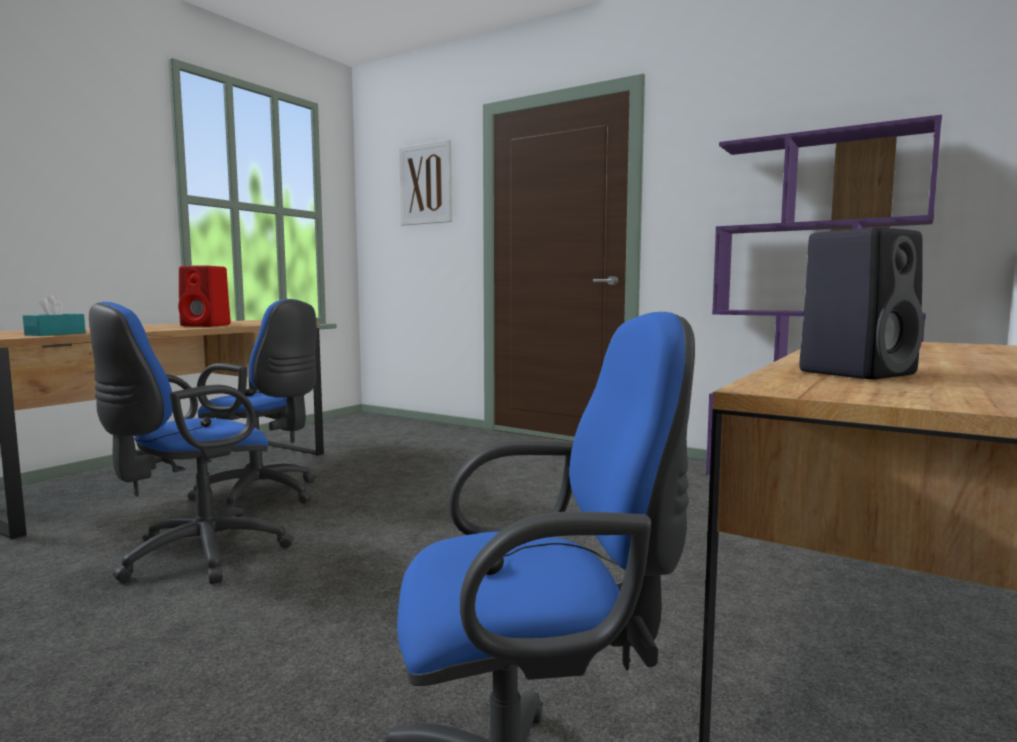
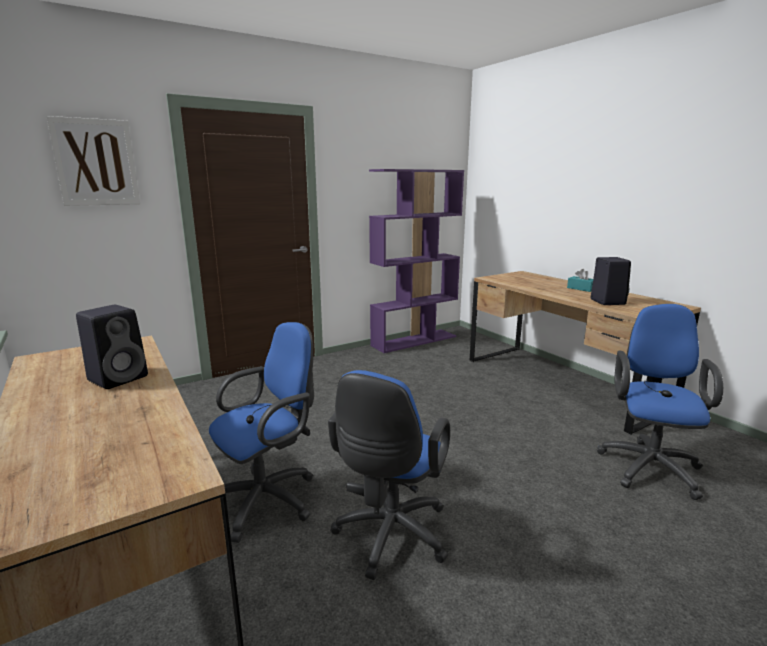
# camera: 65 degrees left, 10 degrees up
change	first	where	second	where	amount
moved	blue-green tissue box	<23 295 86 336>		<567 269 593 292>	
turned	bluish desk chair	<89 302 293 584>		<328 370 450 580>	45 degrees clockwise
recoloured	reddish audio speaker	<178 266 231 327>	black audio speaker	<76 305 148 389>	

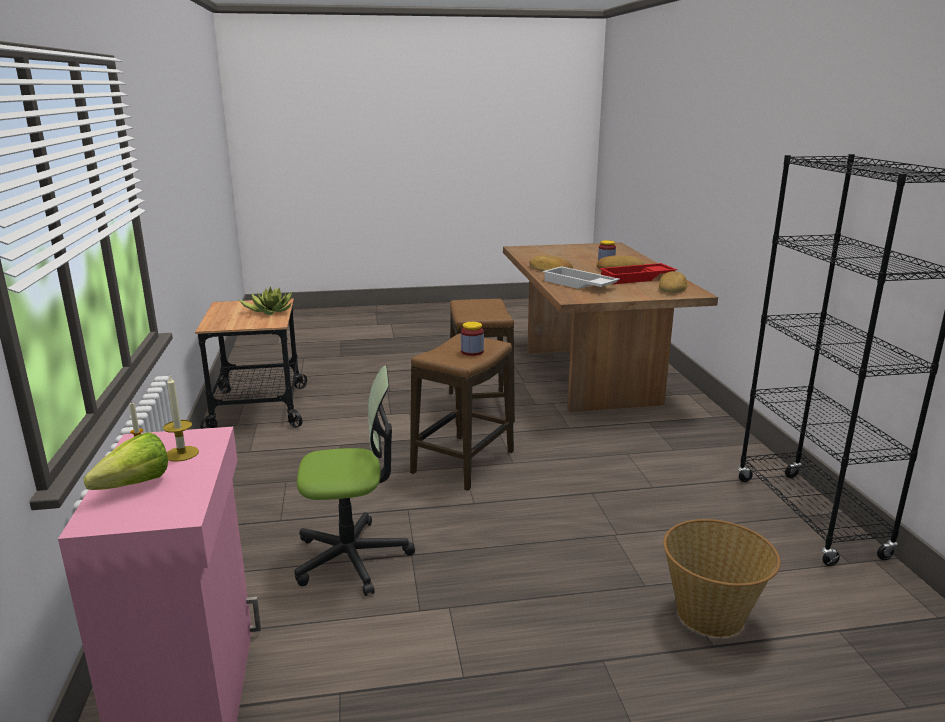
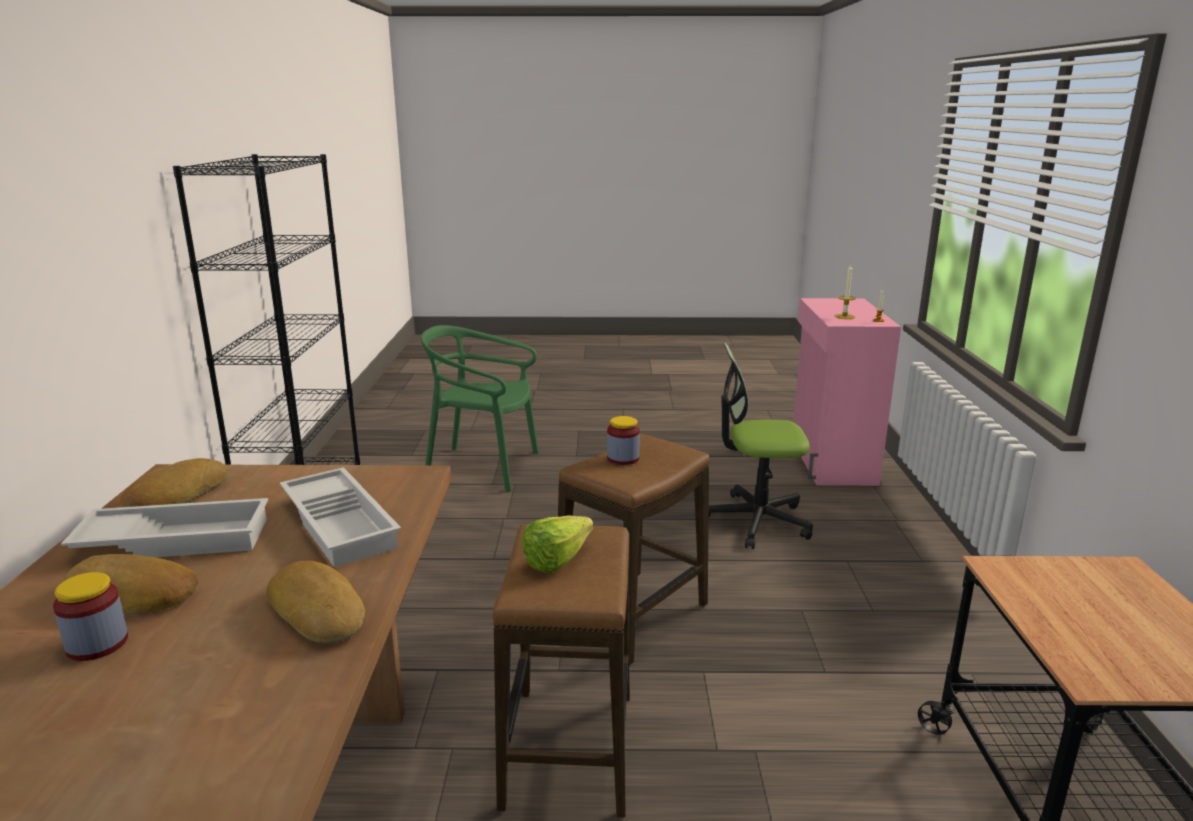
# camera: 170 degrees left, 0 degrees up
change	first	where	second	where	amount
moved	lettuce head	<84 432 168 490>		<522 515 593 573>	
removed	potted plant	<238 286 293 315>			
recoloured	reddish carrying tray	<600 263 677 284>	white-coloured carrying tray	<61 498 268 557>	
replaced	household basket	<663 519 781 637>	green upright chair	<421 325 539 492>	

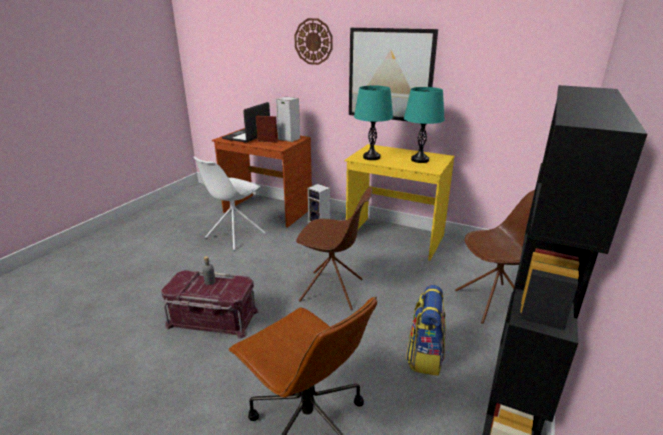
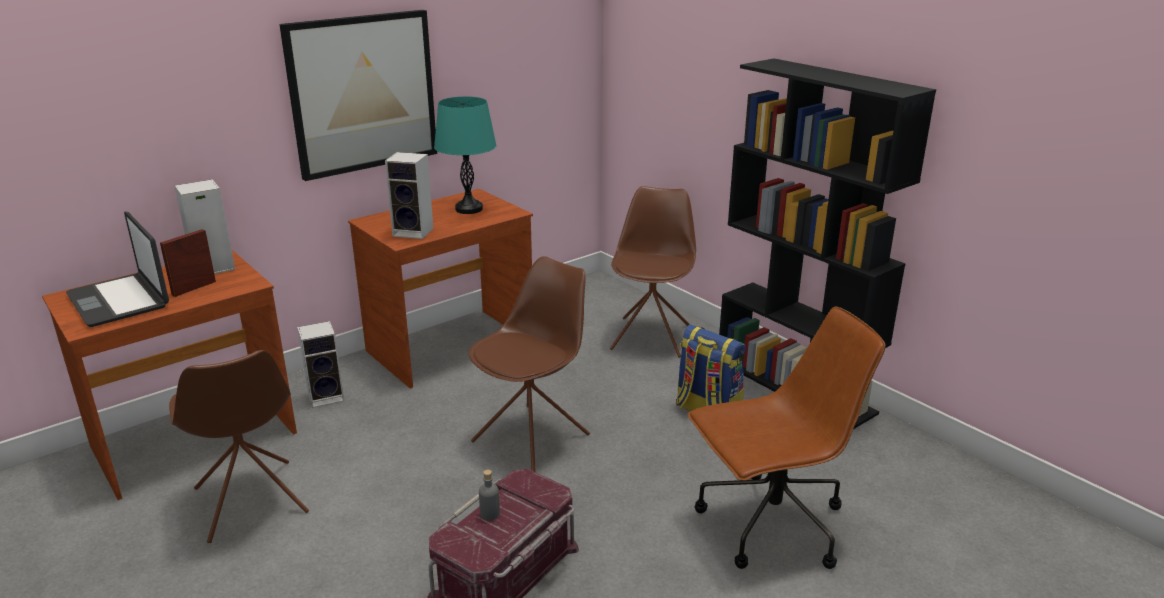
# camera: 65 degrees left, 0 degrees up
change	first	where	second	where	amount
recoloured	white-coloured upright chair	<193 156 266 250>	brownish upright chair	<169 350 309 543>	
removed	wall clock	<294 18 333 65>			
recoloured	yellowish desk unit	<345 144 454 261>	brownish desk unit	<348 189 533 389>	
replaced	blue-green tabletop lamp	<354 85 393 160>	audio speaker	<385 152 434 239>	

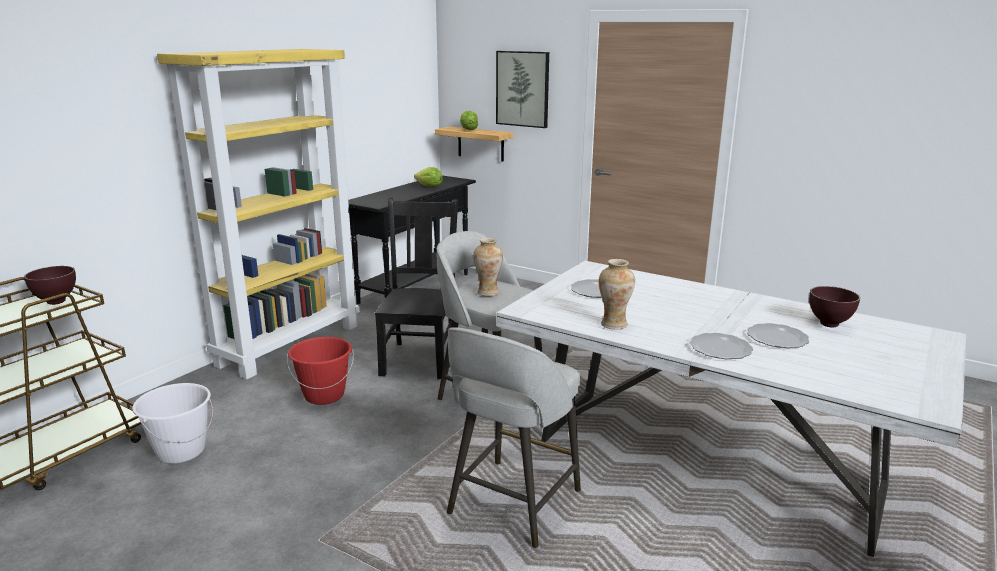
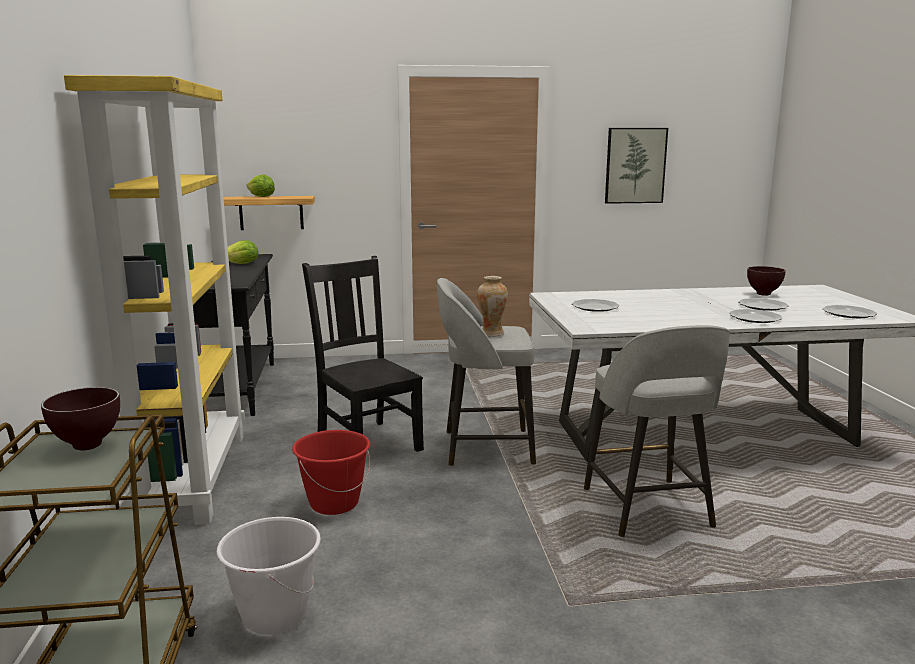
# camera: 40 degrees left, 5 degrees down
change	first	where	second	where	amount
moved	picture	<496 51 549 128>		<605 128 668 204>	
removed	flower vase	<599 259 635 330>			
added			flat dish	<822 305 877 318>	

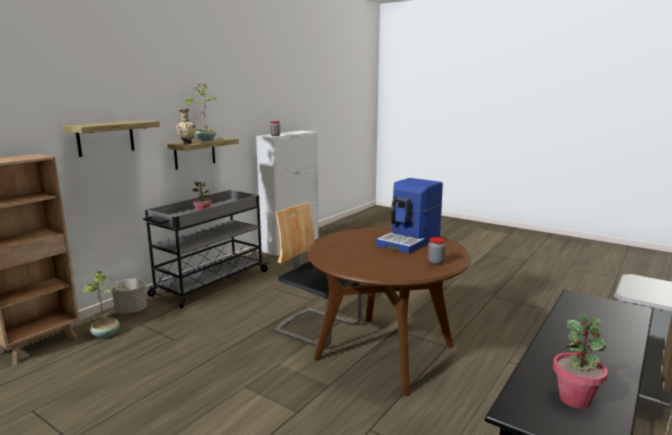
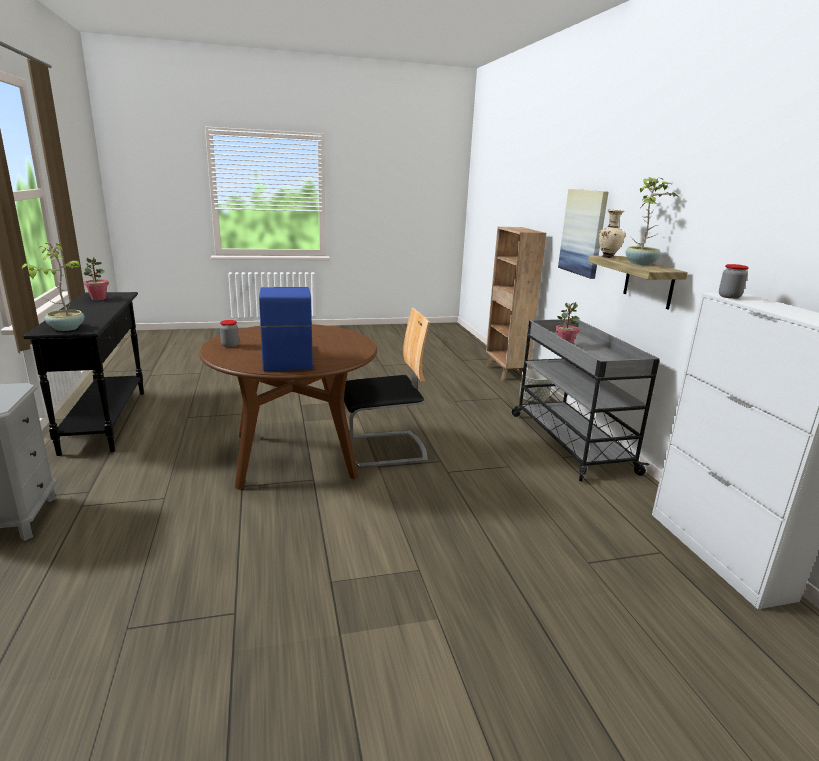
# camera: 130 degrees right, 5 degrees up
change	first	where	second	where	amount
replaced	wall shelf	<63 120 160 157>	picture	<558 189 608 279>	
moved	potted plant	<82 270 123 339>		<21 243 84 331>	

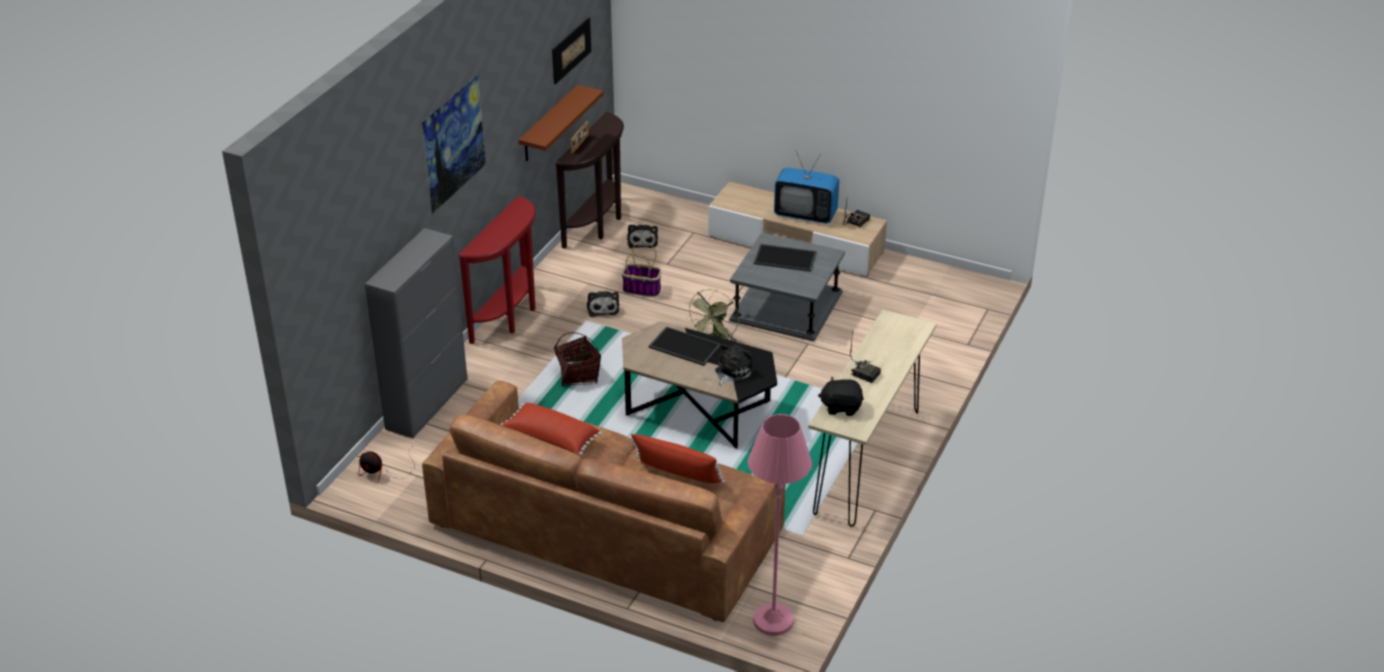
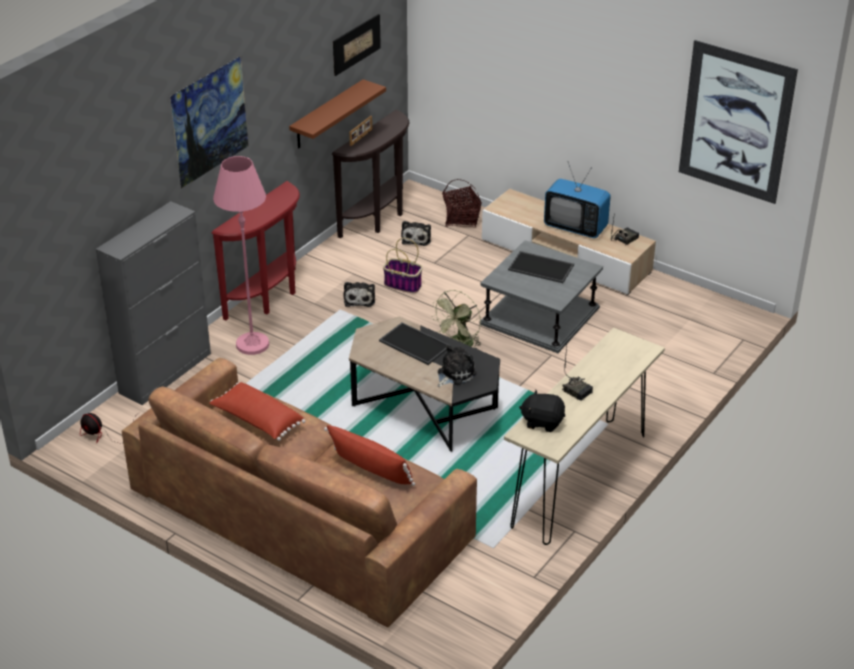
# camera: 10 degrees right, 0 degrees up
change	first	where	second	where	amount
moved	household basket	<554 333 601 386>		<442 179 482 227>	
moved	pinkish standing lamp	<748 414 812 636>		<213 156 269 355>	
added			picture	<679 40 798 204>	

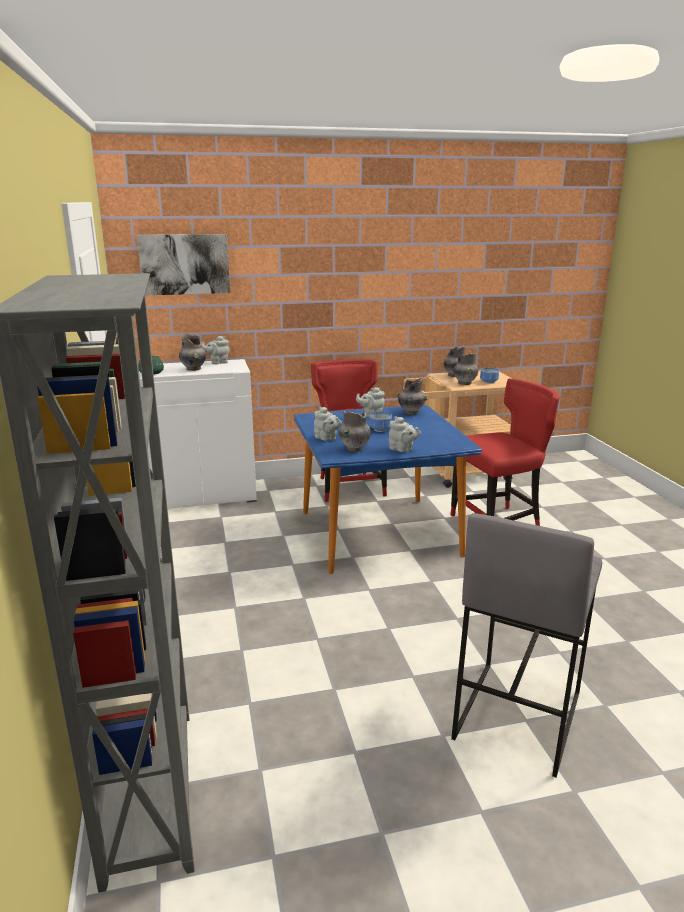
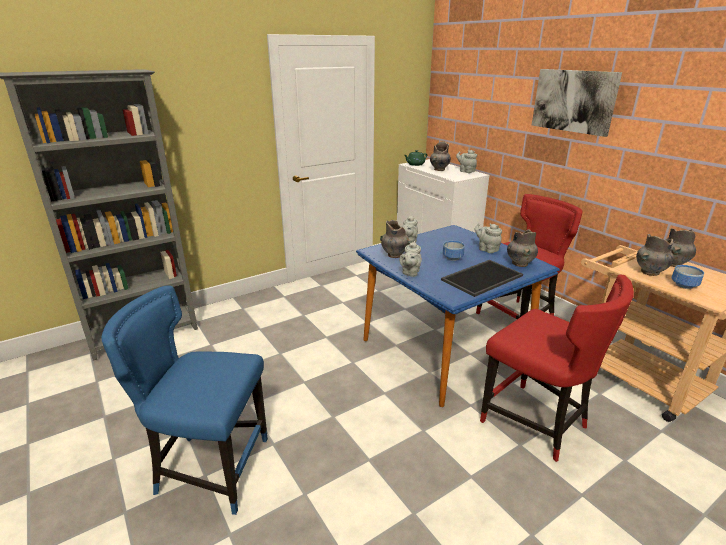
# camera: 70 degrees right, 5 degrees up
change	first	where	second	where	amount
moved	picture	<137 234 230 295>		<532 69 622 137>	
replaced	greyish stool seat	<451 513 602 778>	bluish upright chair	<101 286 268 515>	
added			carrying tray	<441 260 523 297>	

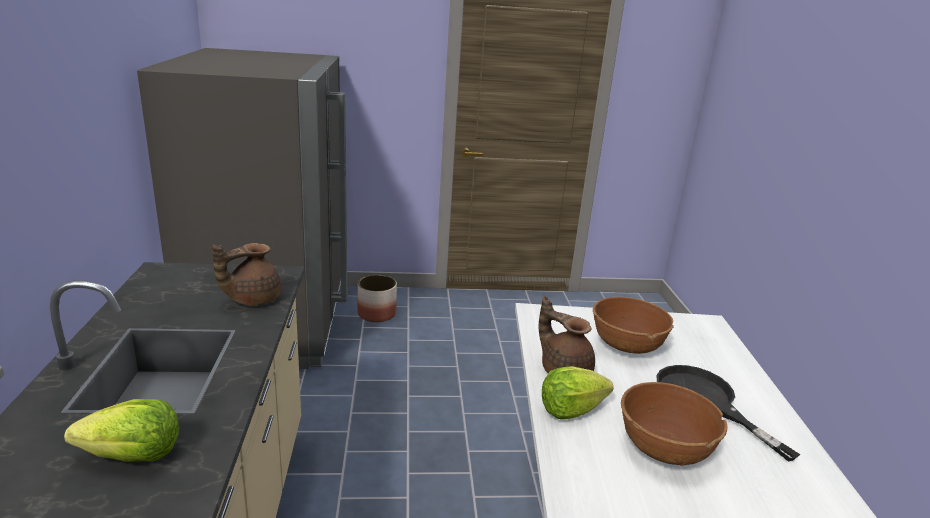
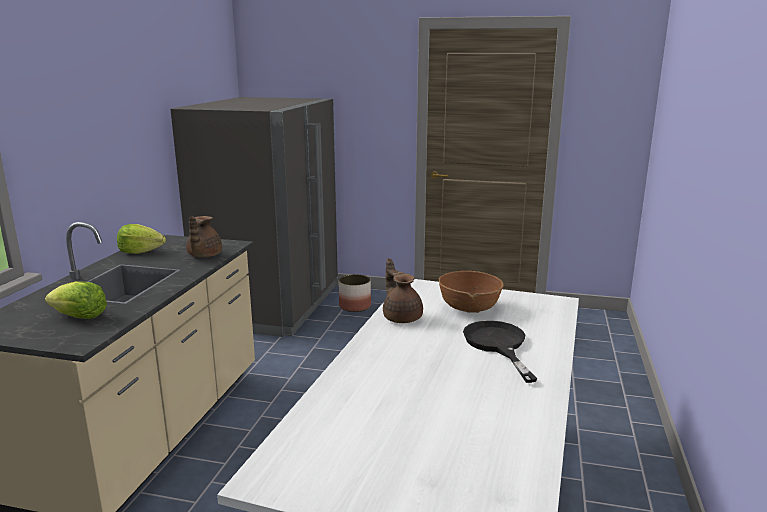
# camera: 20 degrees right, 5 degrees down
change	first	where	second	where	amount
turned	brownish teapot	<212 243 281 306>		<186 216 222 257>	60 degrees counterclockwise
moved	lettuce head	<542 366 614 420>		<117 224 166 254>	
removed	brownish bowl	<621 382 728 466>			

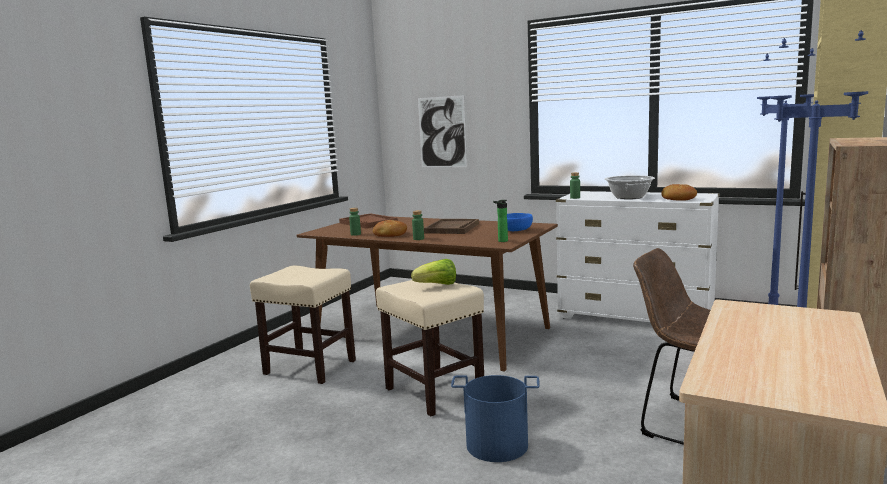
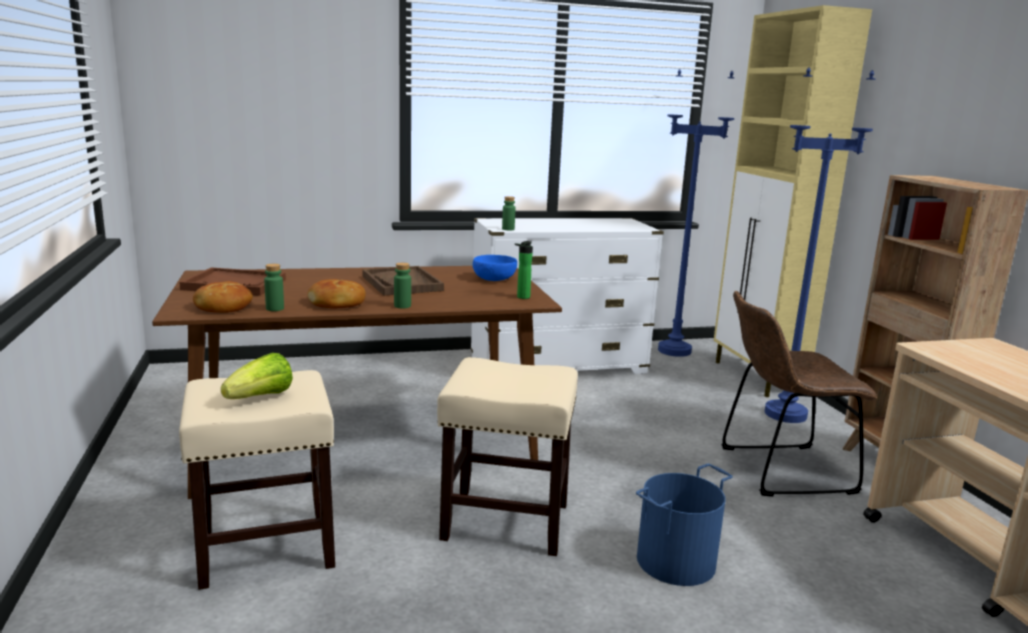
# camera: 45 degrees left, 5 degrees up
change	first	where	second	where	amount
moved	lettuce head	<411 259 456 285>		<221 353 293 399>	
removed	picture	<418 95 467 167>			
removed	stockpot	<605 175 655 199>			
moved	baked bread	<661 184 697 201>		<193 281 253 313>	

